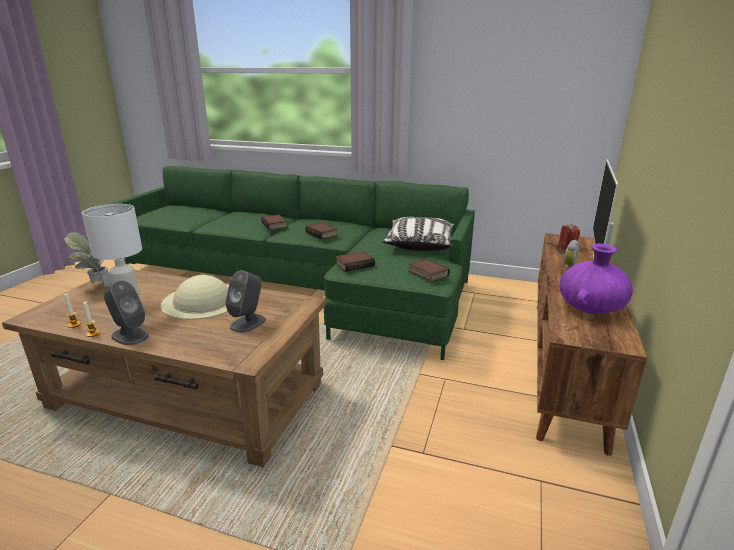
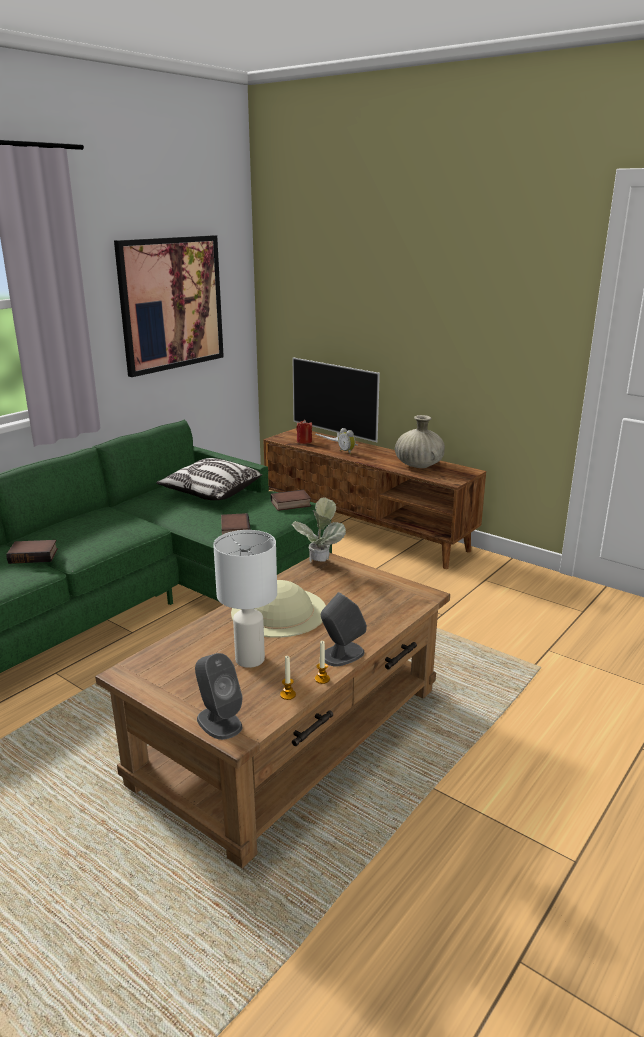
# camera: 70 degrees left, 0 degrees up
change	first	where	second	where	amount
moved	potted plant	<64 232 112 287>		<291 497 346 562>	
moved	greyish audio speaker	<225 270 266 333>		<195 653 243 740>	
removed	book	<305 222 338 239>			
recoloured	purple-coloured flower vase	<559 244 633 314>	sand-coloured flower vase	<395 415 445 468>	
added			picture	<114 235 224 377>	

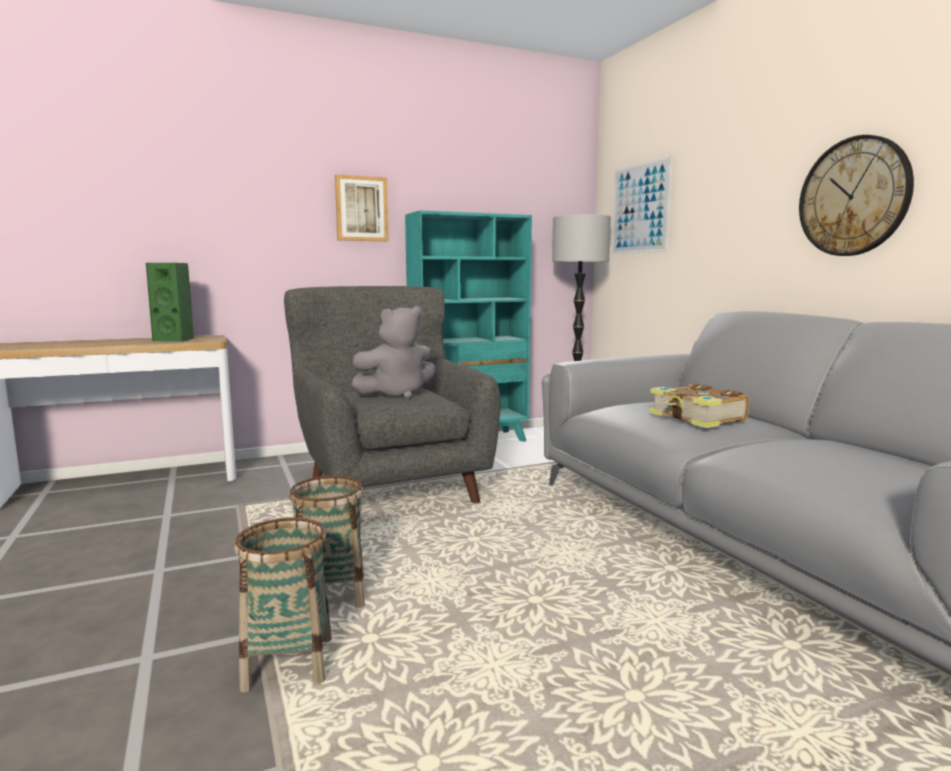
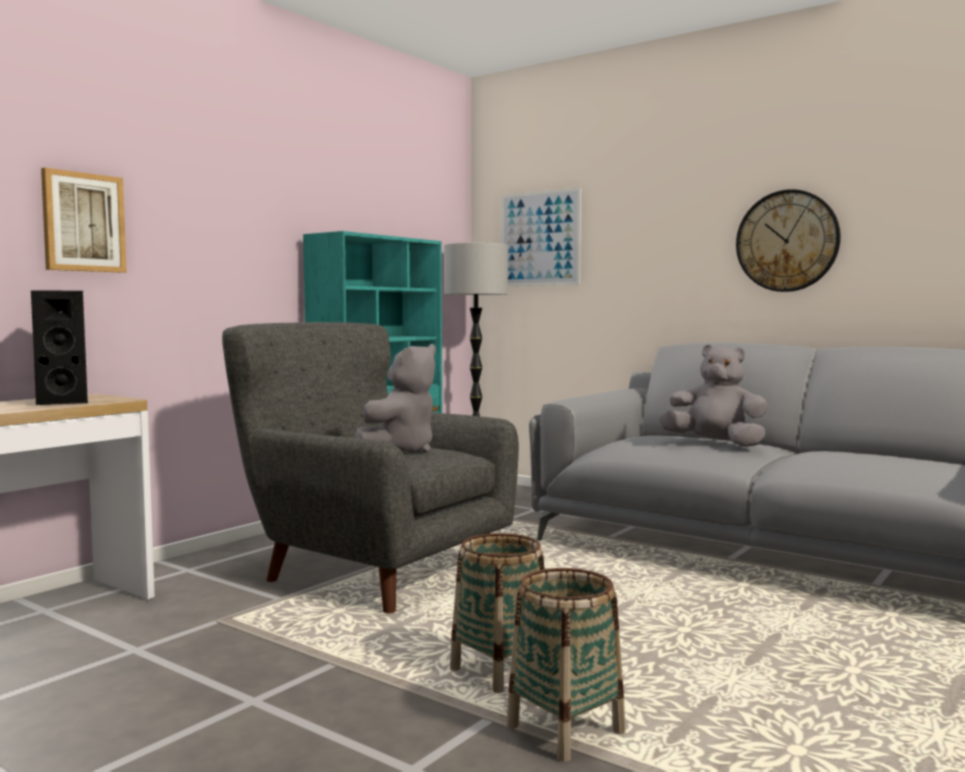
# camera: 30 degrees left, 5 degrees down
change	first	where	second	where	amount
recoloured	green audio speaker	<146 263 194 342>	black audio speaker	<31 290 88 405>	
moved	picture	<335 174 389 241>		<41 168 127 273>	
replaced	book	<649 384 749 428>	greyish cuddly toy	<659 345 768 447>	

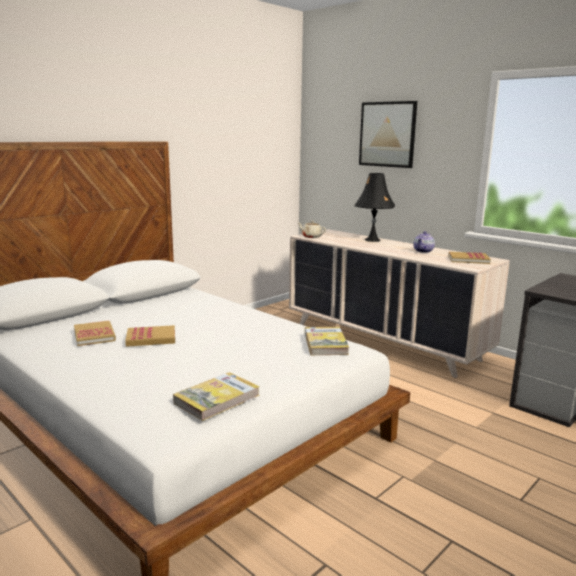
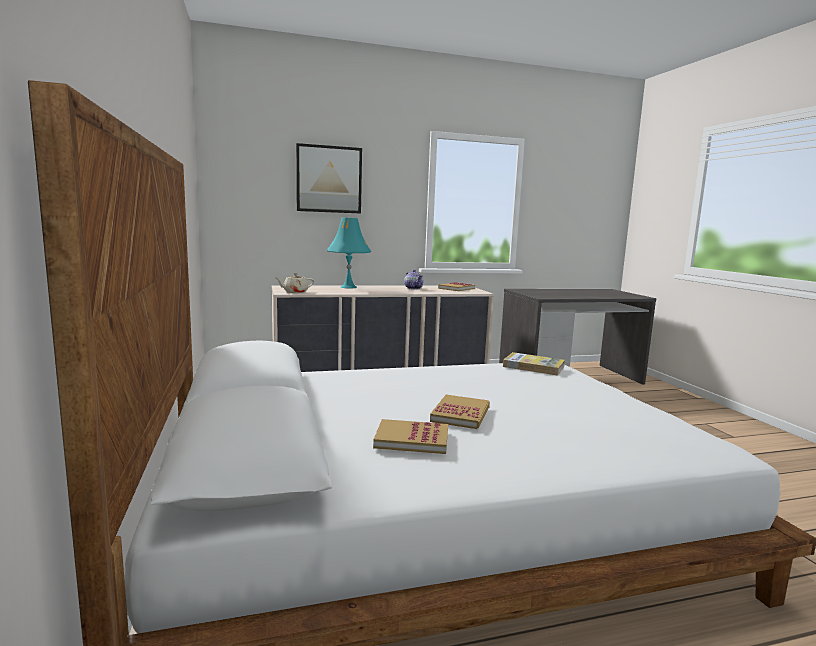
# camera: 60 degrees left, 5 degrees down
change	first	where	second	where	amount
removed	book	<173 372 260 421>			
recoloured	black tabletop lamp	<354 173 395 242>	blue-green tabletop lamp	<327 218 371 288>	

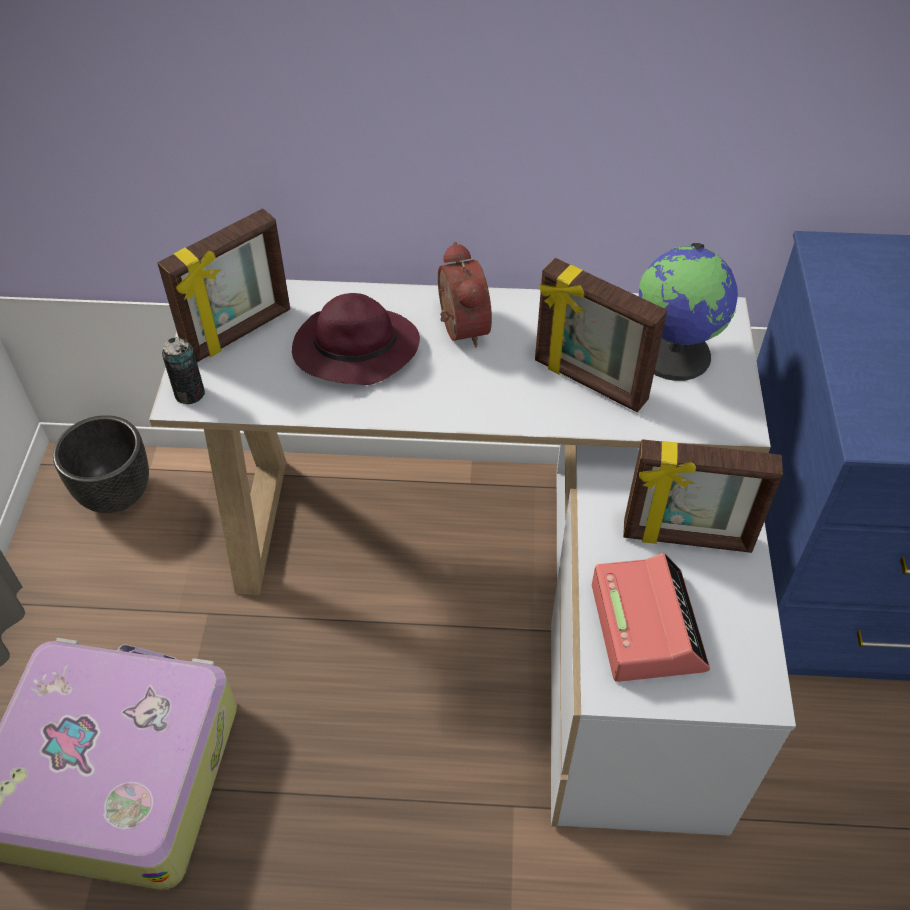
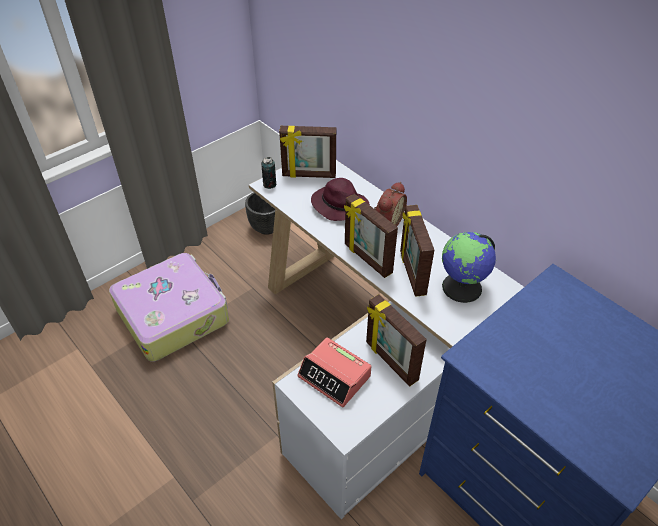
# camera: 45 degrees right, 5 degrees down
change	first	where	second	where	amount
turned	alarm clock	<592 553 710 682>		<297 337 371 407>	90 degrees clockwise
added			photo frame	<344 194 398 278>	

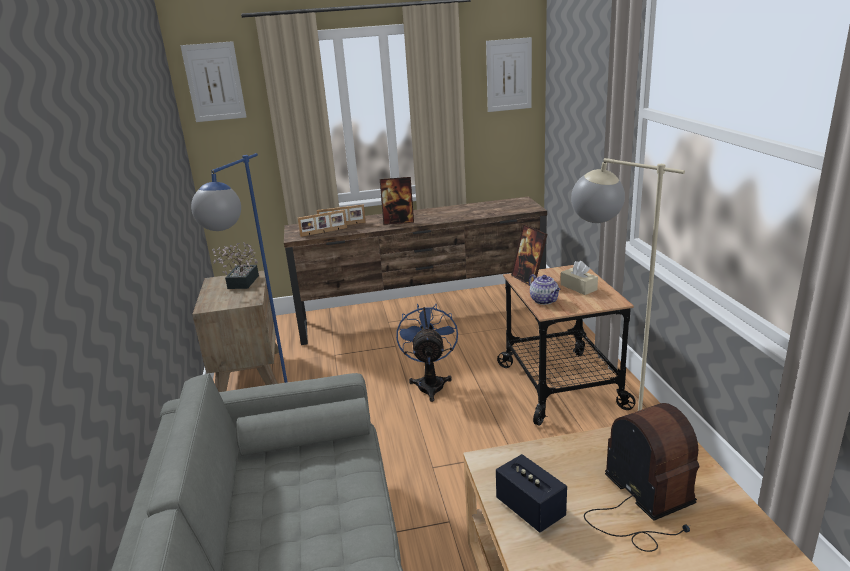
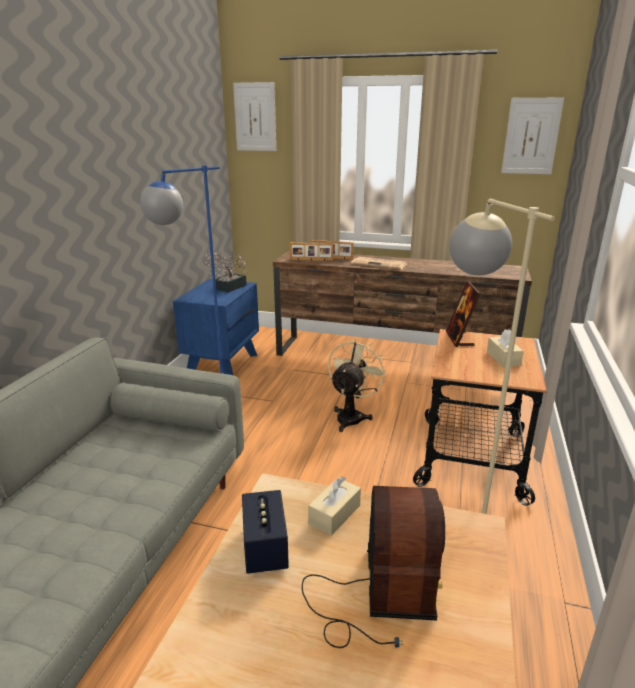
# camera: 25 degrees right, 0 degrees up
change	first	where	second	where	amount
recoloured	brownish nightstand	<192 271 279 392>	bluish nightstand	<173 279 259 375>	
replaced	photo frame	<380 177 414 225>	newspaper	<351 257 407 270>	
recoloured	bluish electric fan	<396 303 458 402>	sand-coloured electric fan	<328 338 387 432>	
removed	teapot	<529 274 561 305>			
added			sand-coloured tissue box	<308 476 361 536>	

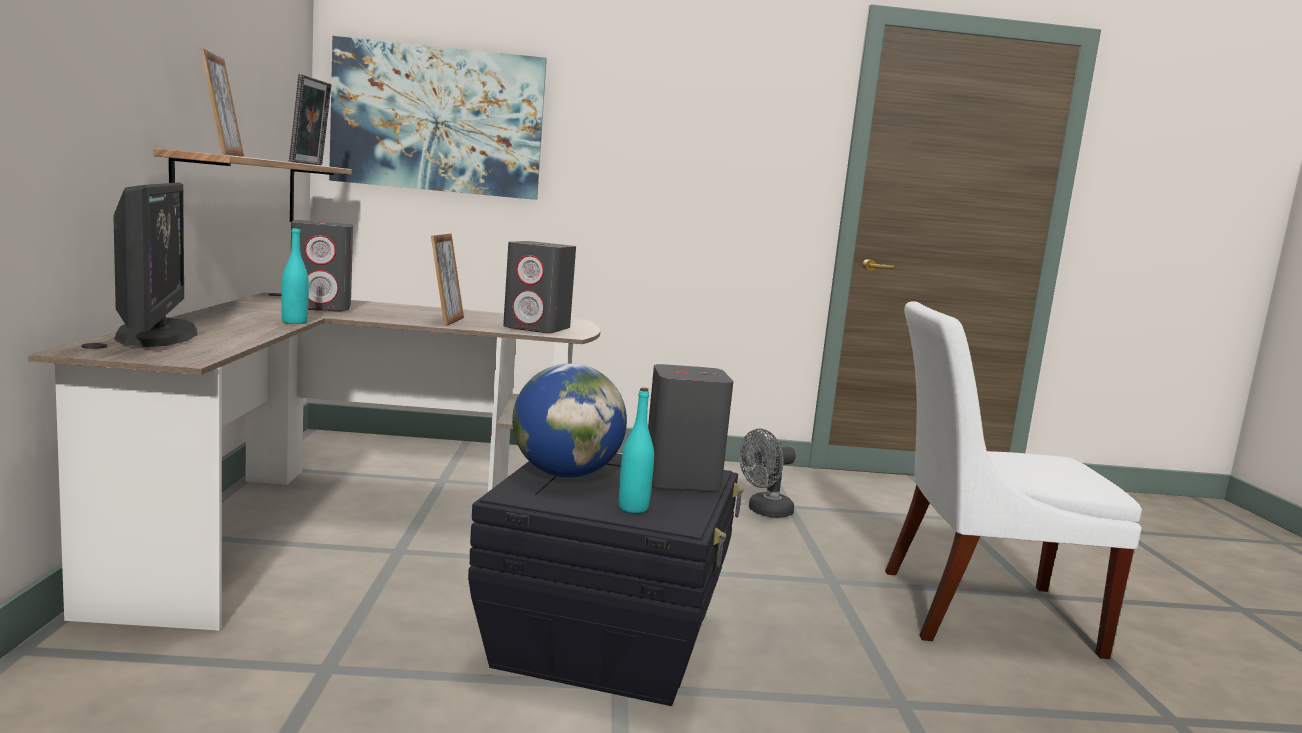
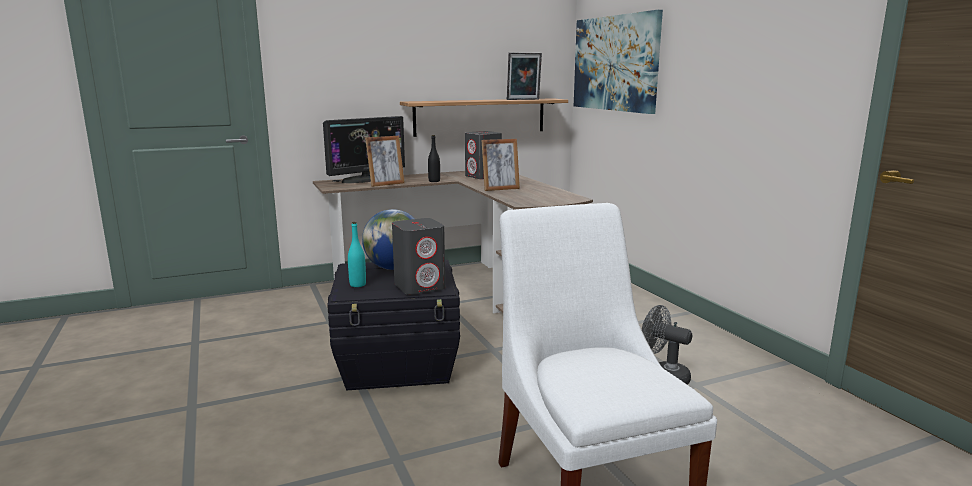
# camera: 70 degrees right, 5 degrees up
change	first	where	second	where	amount
moved	photo frame	<200 49 244 157>		<365 136 405 187>	
recoloured	blue-green drink bottle	<281 226 309 324>	black drink bottle	<428 135 440 182>	
removed	greyish audio speaker	<503 241 576 333>			

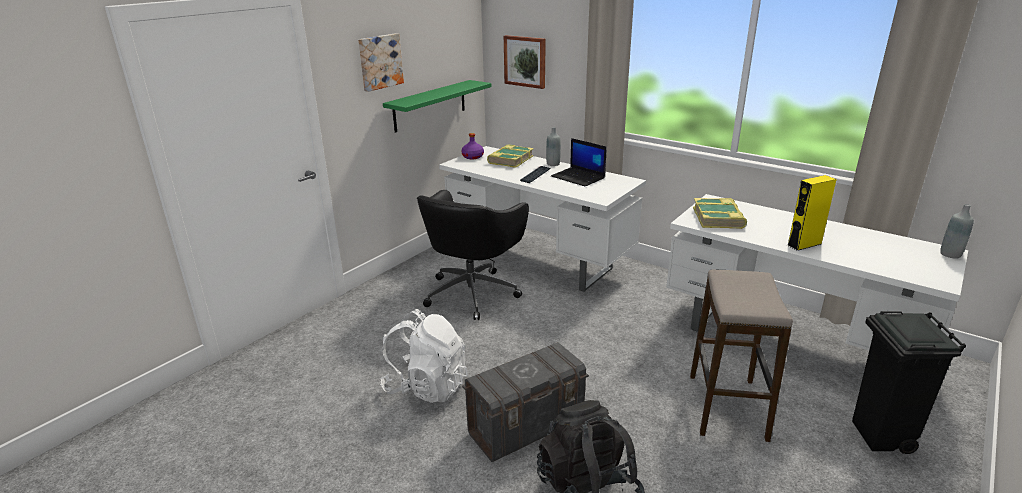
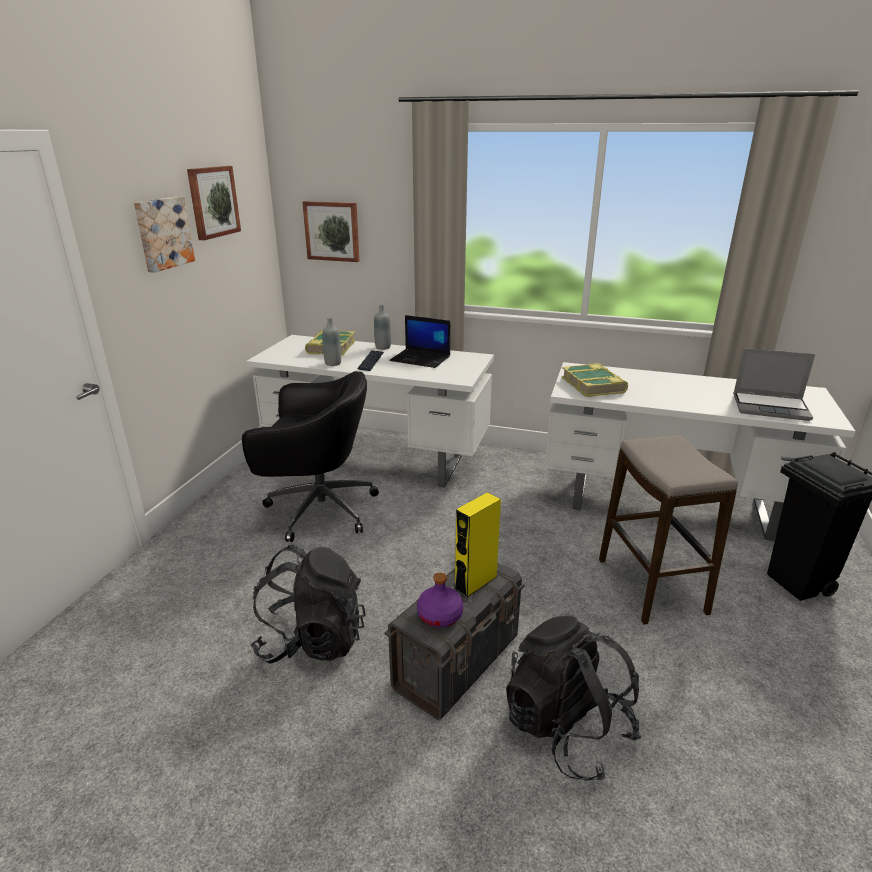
# camera: 20 degrees left, 0 degrees up
change	first	where	second	where	amount
recoloured	white-coloured backpack	<380 309 468 403>	black backpack	<250 545 366 664>	
removed	green wall shelf	<383 80 492 133>			
turned	black desk chair	<417 190 529 320>		<242 371 379 542>	90 degrees counterclockwise
moved	purple-coloured drink bottle	<462 133 484 159>		<417 573 463 628>	
moved	yellowish audio speaker	<787 175 837 251>		<454 492 501 598>	
moved	greyish drink bottle	<940 204 974 259>		<322 317 341 366>	
added			picture	<187 166 241 240>	
added			notebook computer	<733 348 815 421>	

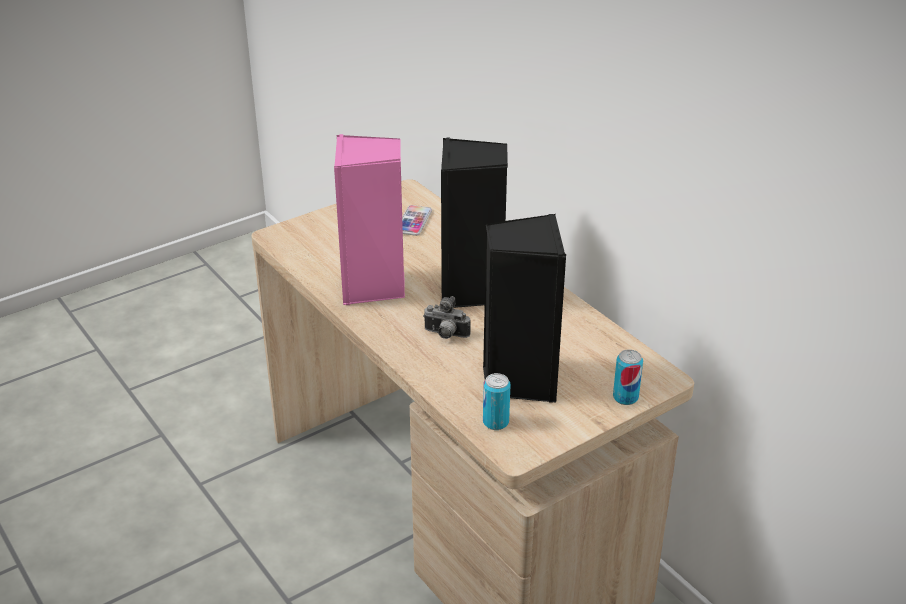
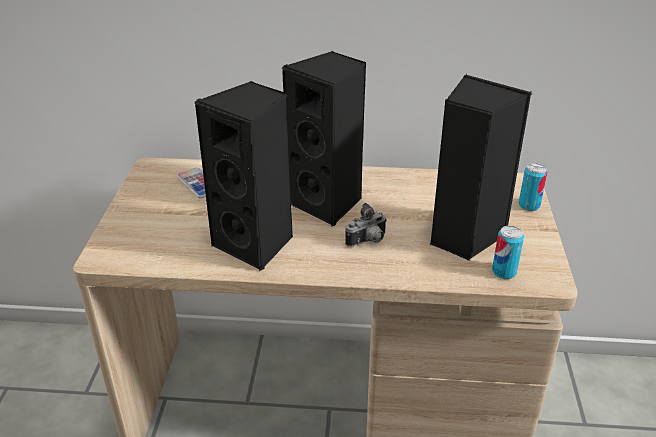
# camera: 50 degrees left, 0 degrees up
change	first	where	second	where	amount
recoloured	pinkish audio speaker	<334 134 405 305>	black audio speaker	<195 81 293 271>	

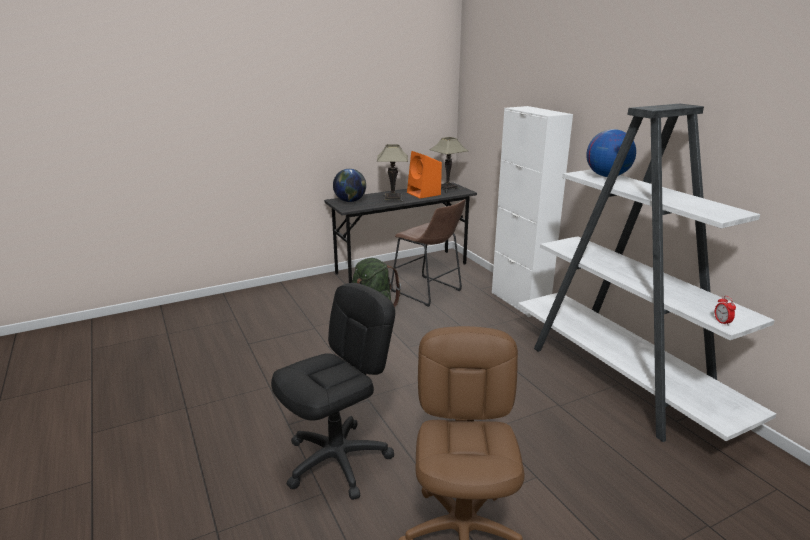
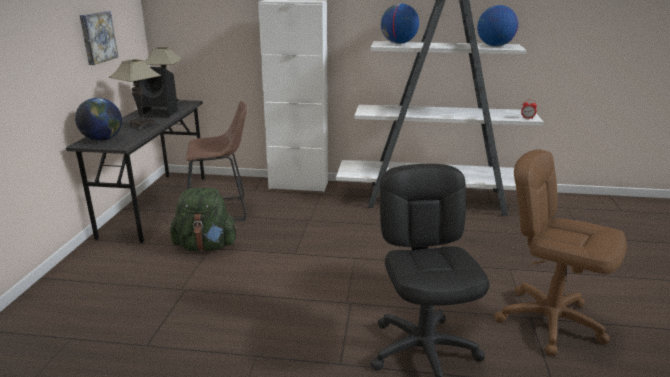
# camera: 55 degrees left, 0 degrees up
change	first	where	second	where	amount
recoloured	orangey audio speaker	<407 151 442 199>	black audio speaker	<139 67 178 118>	
added			picture	<80 11 118 65>	
added			world globe	<477 5 519 47>	

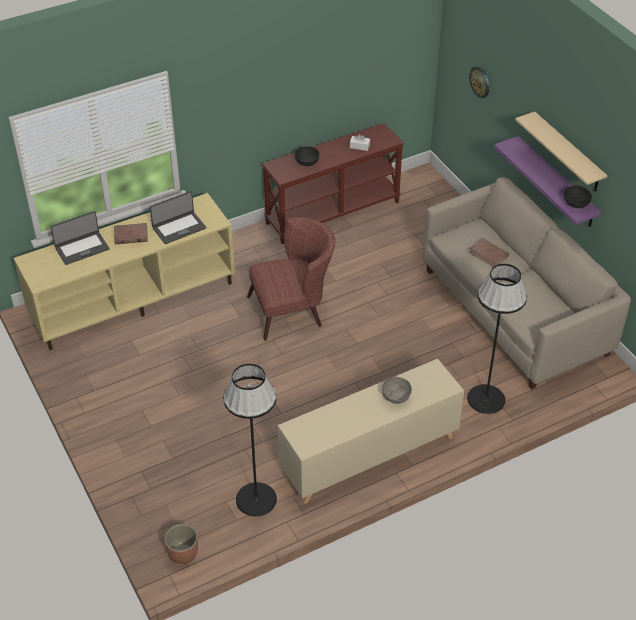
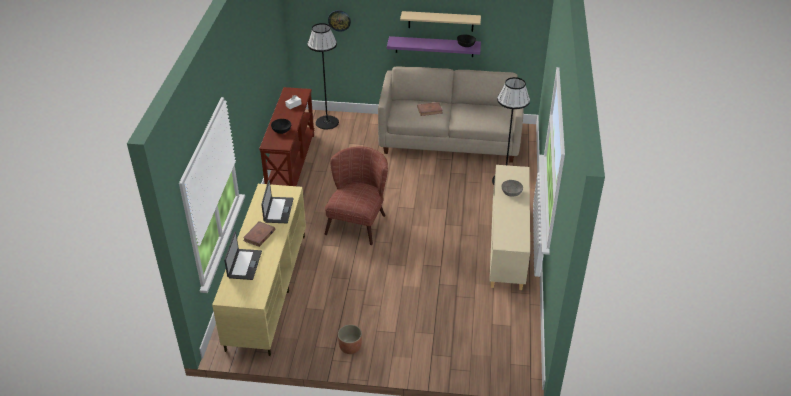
# camera: 55 degrees left, 5 degrees down
change	first	where	second	where	amount
moved	plant pot	<165 524 198 564>		<338 325 362 354>	
moved	black standing lamp	<223 364 277 516>		<307 23 339 129>	

